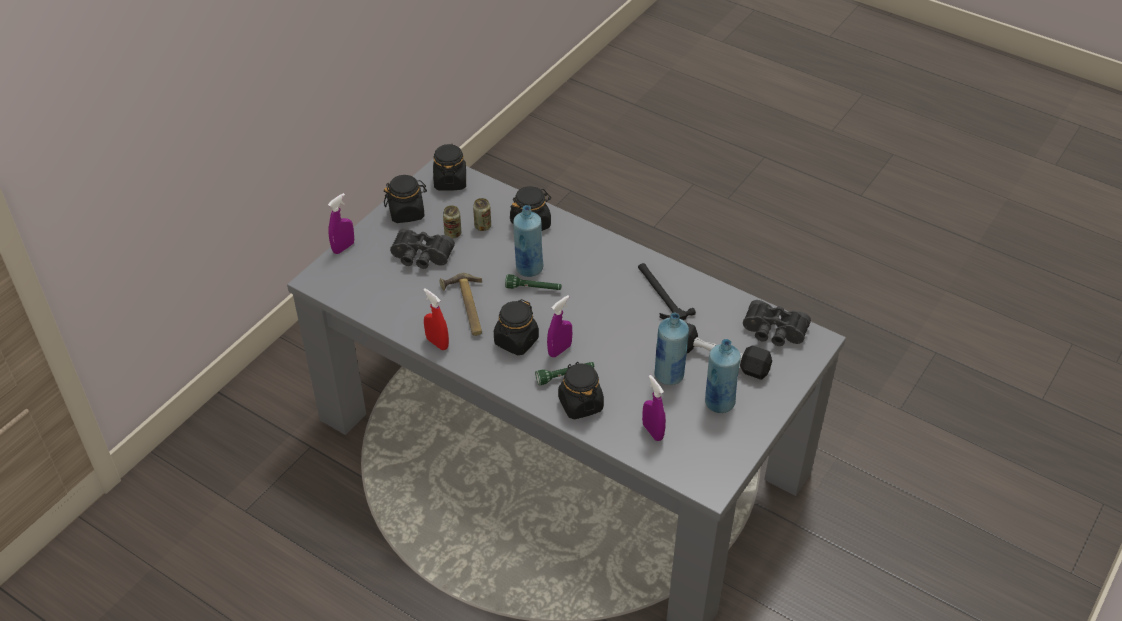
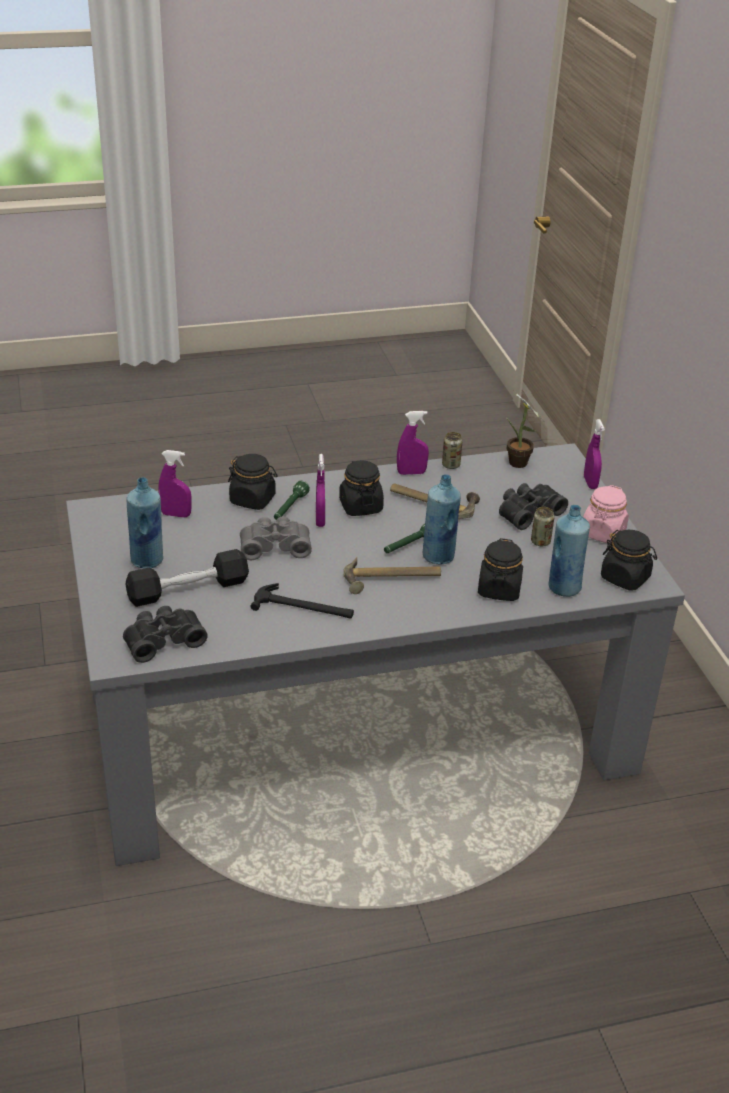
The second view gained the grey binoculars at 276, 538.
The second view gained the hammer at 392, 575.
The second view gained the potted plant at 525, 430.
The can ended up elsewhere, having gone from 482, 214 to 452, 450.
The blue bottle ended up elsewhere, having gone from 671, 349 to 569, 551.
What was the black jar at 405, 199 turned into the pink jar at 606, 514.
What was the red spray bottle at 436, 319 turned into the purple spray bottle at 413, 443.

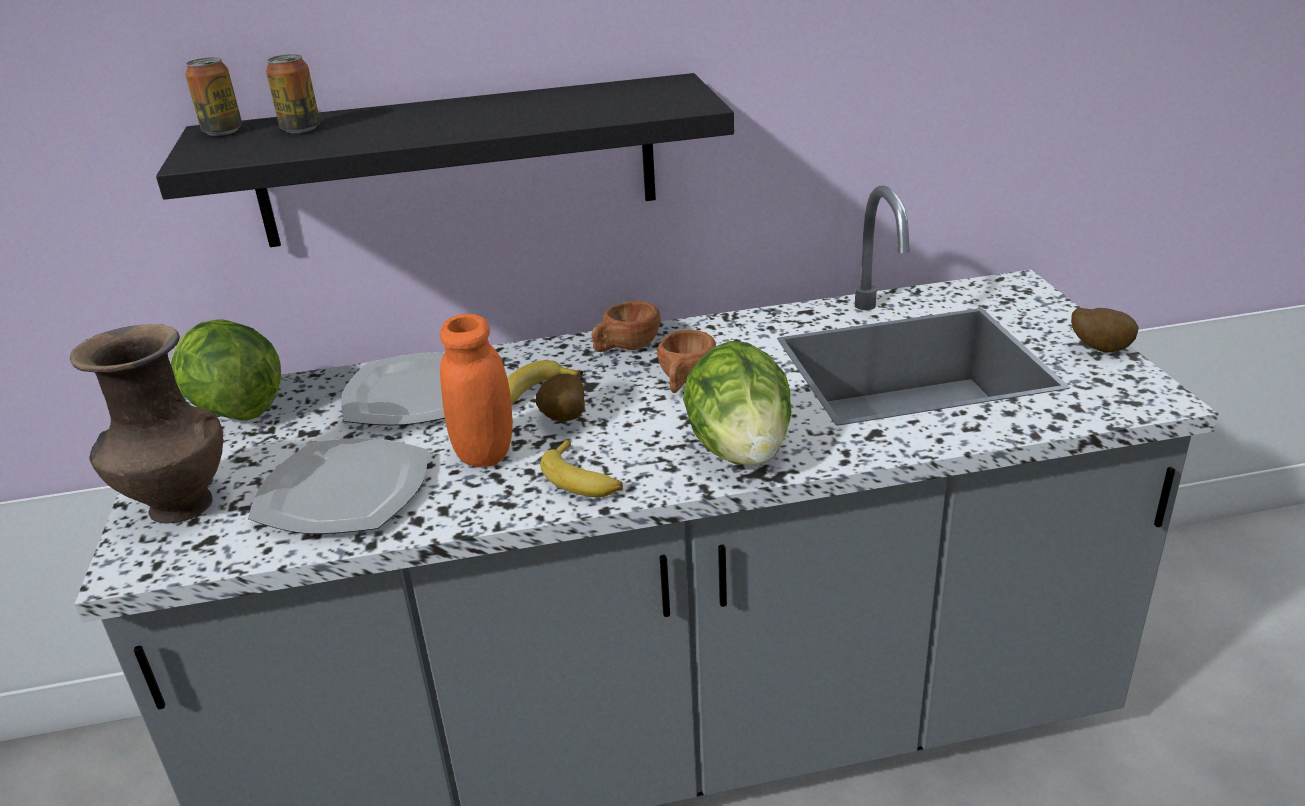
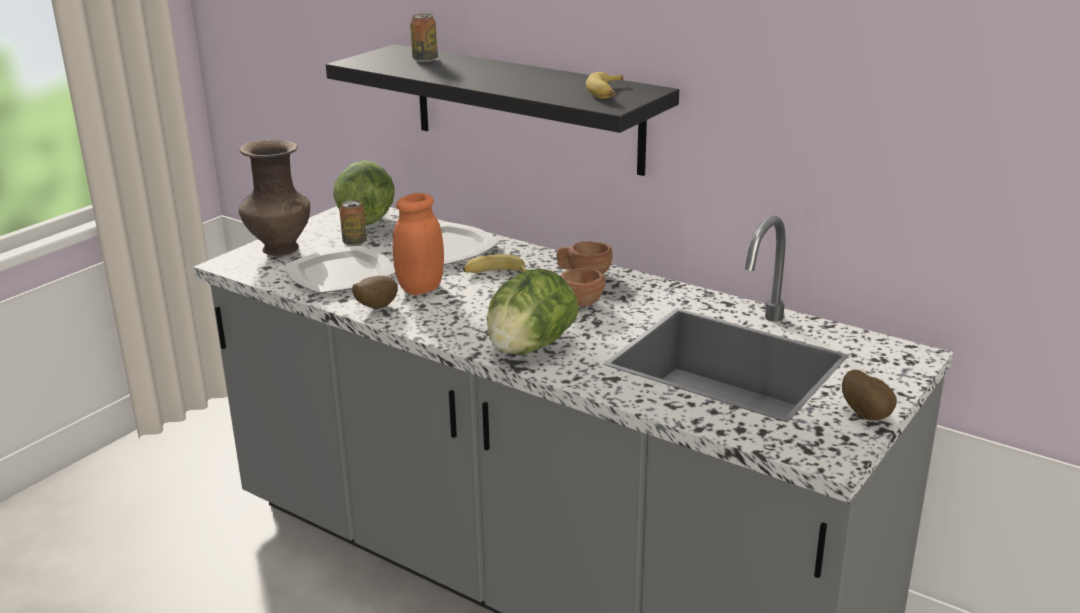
The can ended up elsewhere, having gone from 213, 96 to 353, 223.
The potato ended up elsewhere, having gone from 560, 397 to 375, 292.
The banana ended up elsewhere, having gone from 581, 468 to 604, 85.

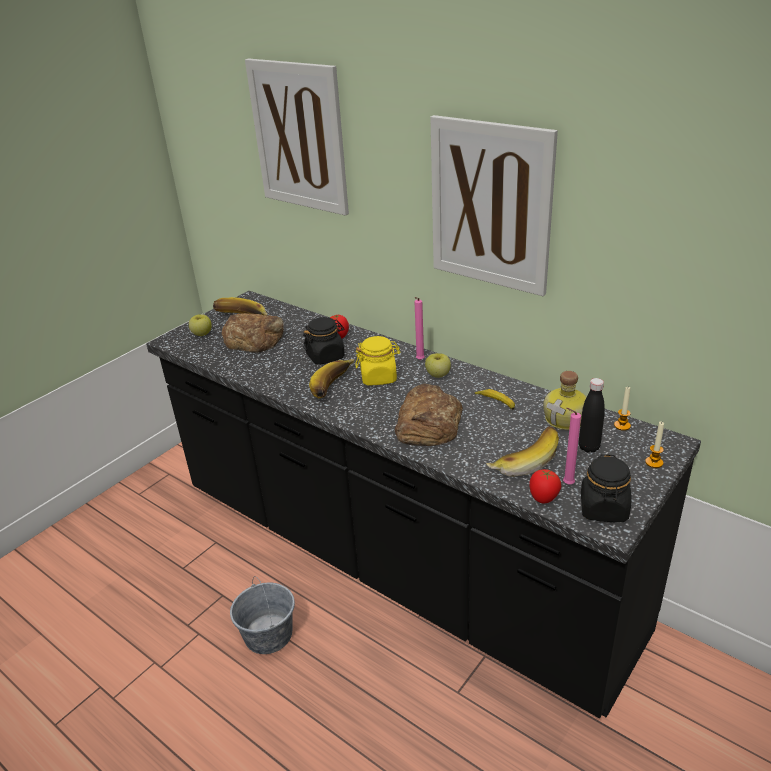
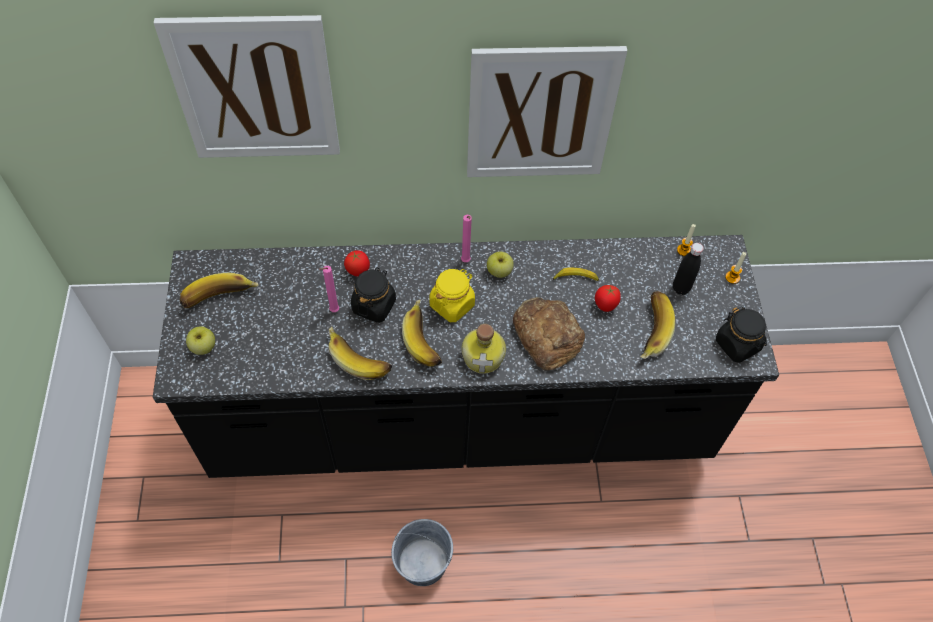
The second view lost the bread at 253, 333.
The second view gained the banana at 360, 353.
The tomato ended up elsewhere, having gone from 545, 486 to 608, 298.
The bottle ended up elsewhere, having gone from 564, 400 to 484, 349.
The pink candle ended up elsewhere, having gone from 572, 446 to 329, 289.

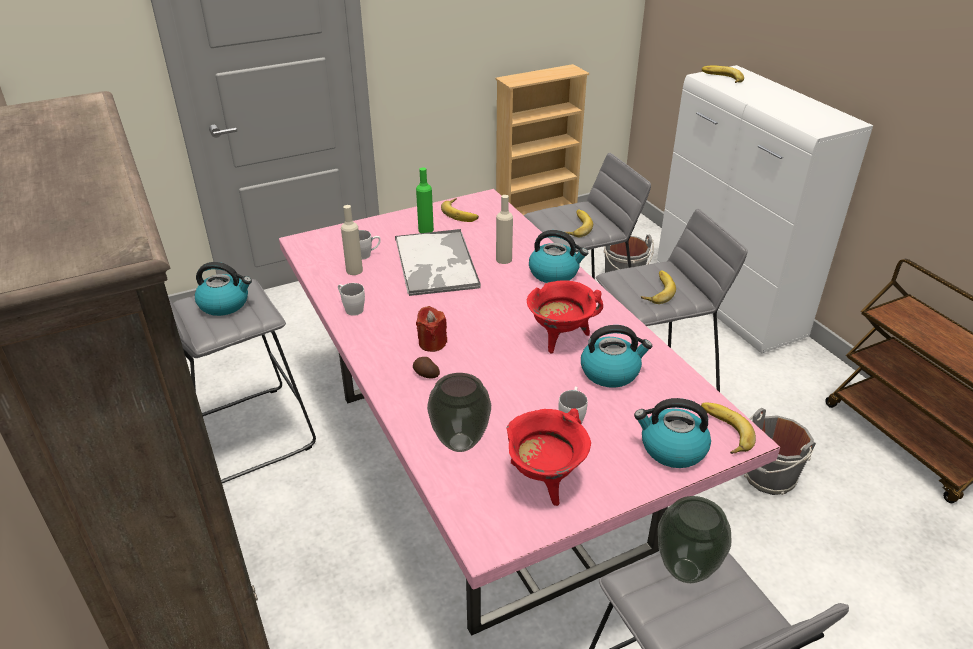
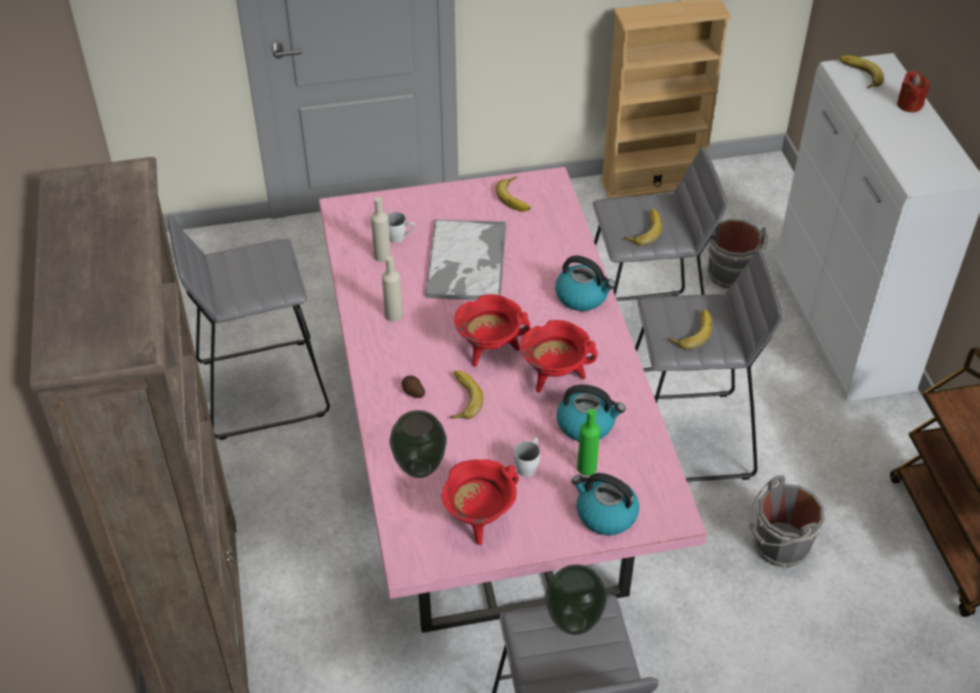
The second view lost the kettle at 223, 289.
The second view lost the white mug at 351, 299.
The second view gained the red cooking pot at 492, 330.
The green bottle ended up elsewhere, having gone from 425, 200 to 588, 442.
The red candle ended up elsewhere, having gone from 431, 329 to 913, 91.
The beige bottle ended up elsewhere, having gone from 504, 229 to 392, 289.
The banana ended up elsewhere, having gone from 728, 428 to 466, 394.

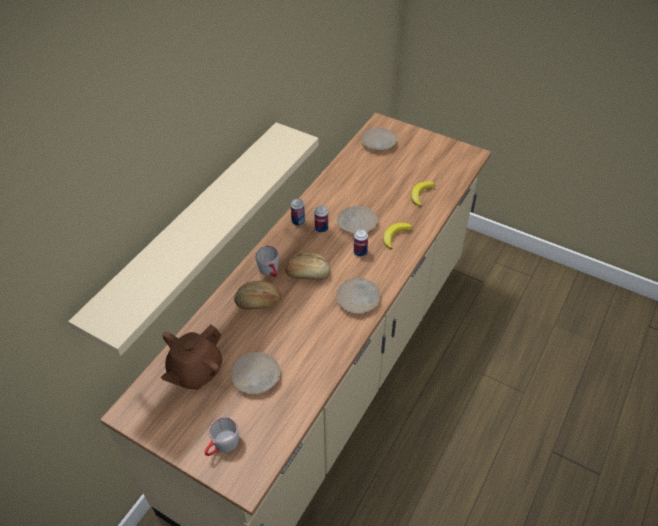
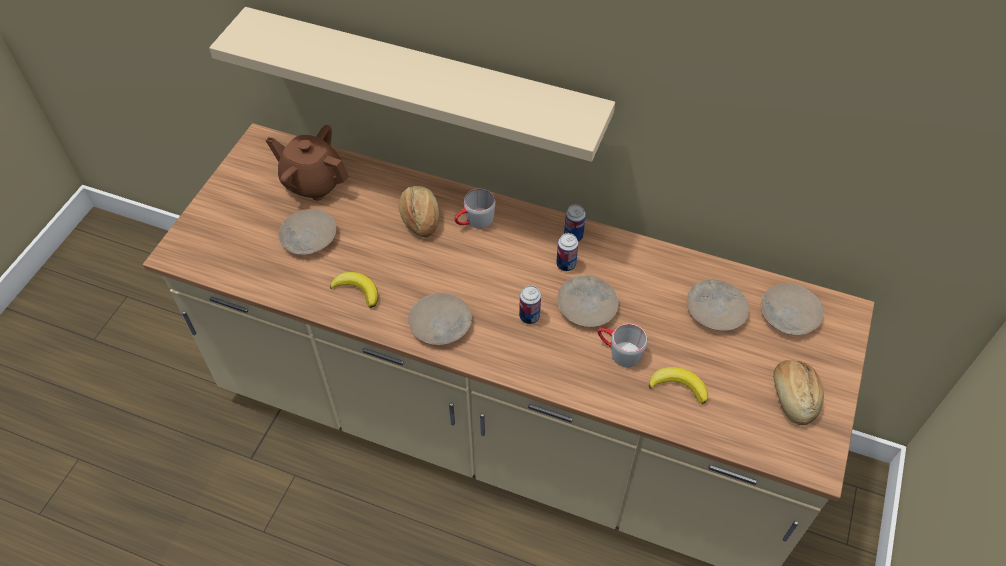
The second view gained the beige plate at 718, 305.
The grey mug ended up elsewhere, having gone from 222, 436 to 622, 345.
The bread ended up elsewhere, having gone from 308, 266 to 798, 393.
The banana ended up elsewhere, having gone from 397, 236 to 354, 290.

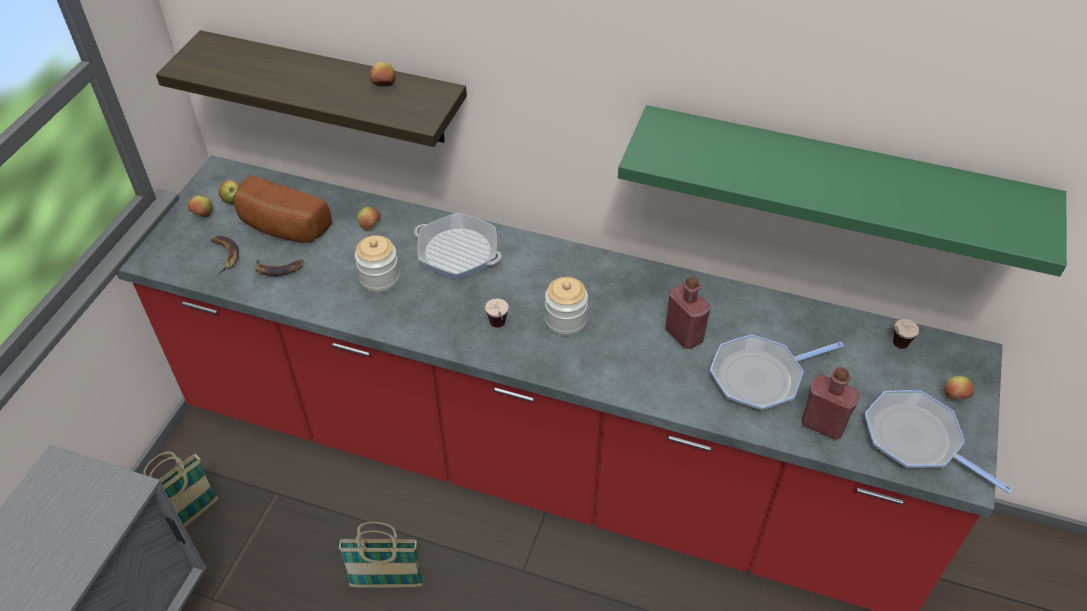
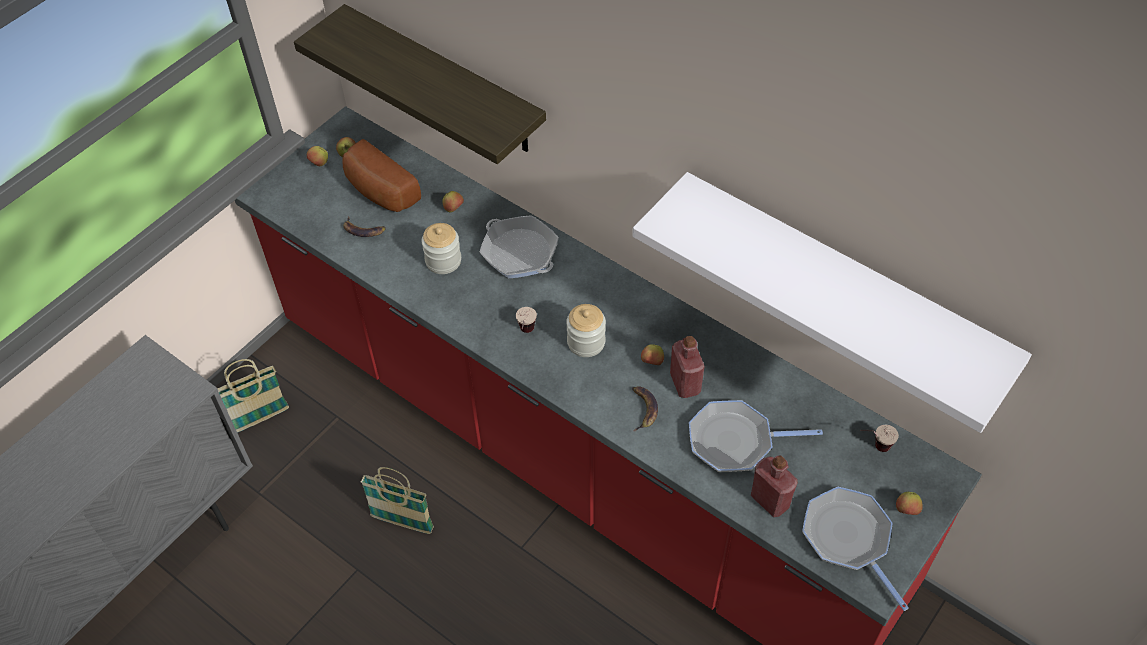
The banana ended up elsewhere, having gone from 225, 255 to 645, 408.
The apple ended up elsewhere, having gone from 383, 74 to 652, 354.
What was the green shelf at 842, 191 turned into the white shelf at 832, 302.

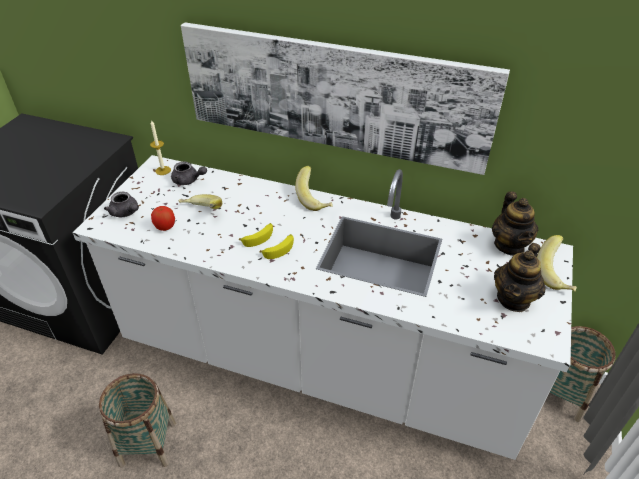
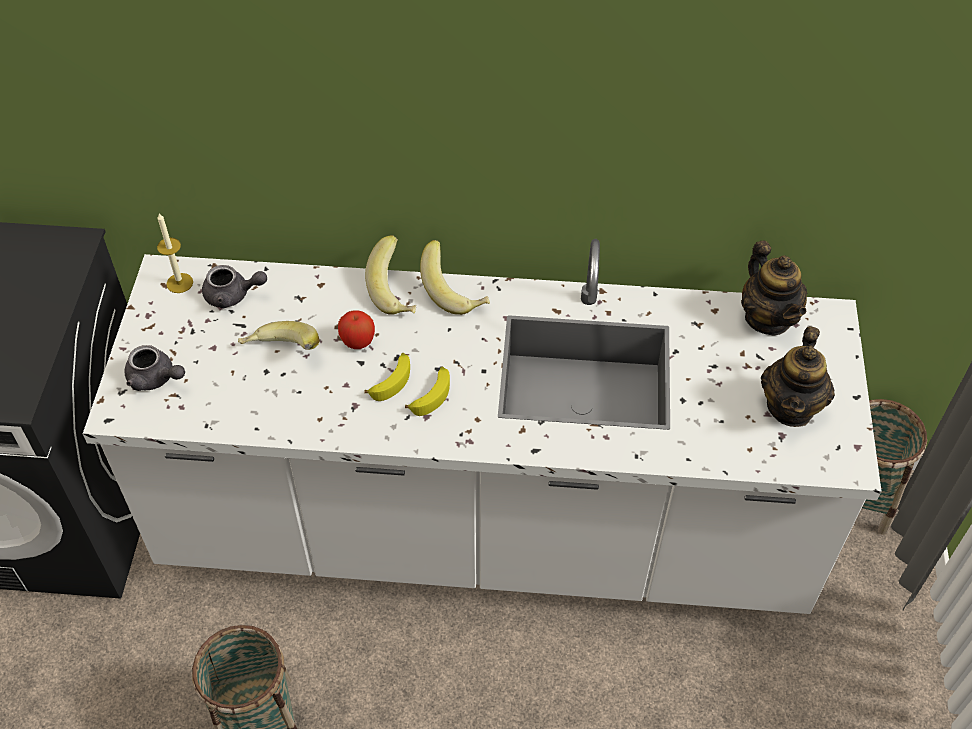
The second view lost the picture at 345, 98.
The apple ended up elsewhere, having gone from 163, 218 to 356, 329.
The banana ended up elsewhere, having gone from 557, 263 to 390, 275.

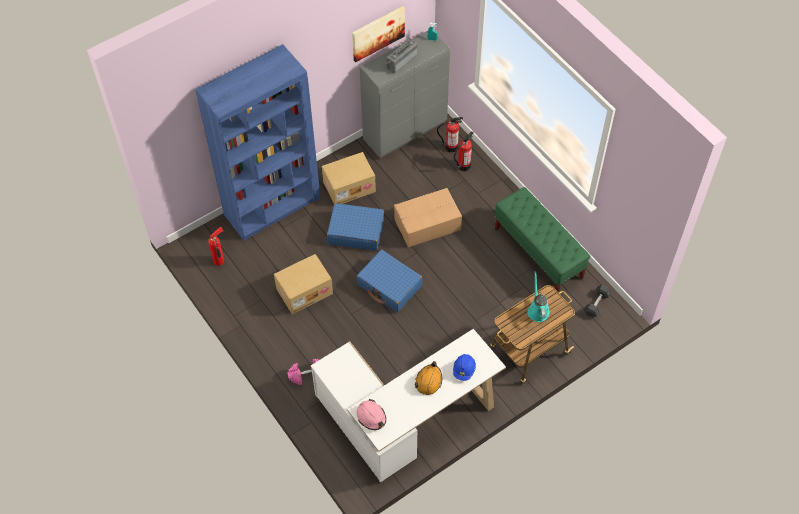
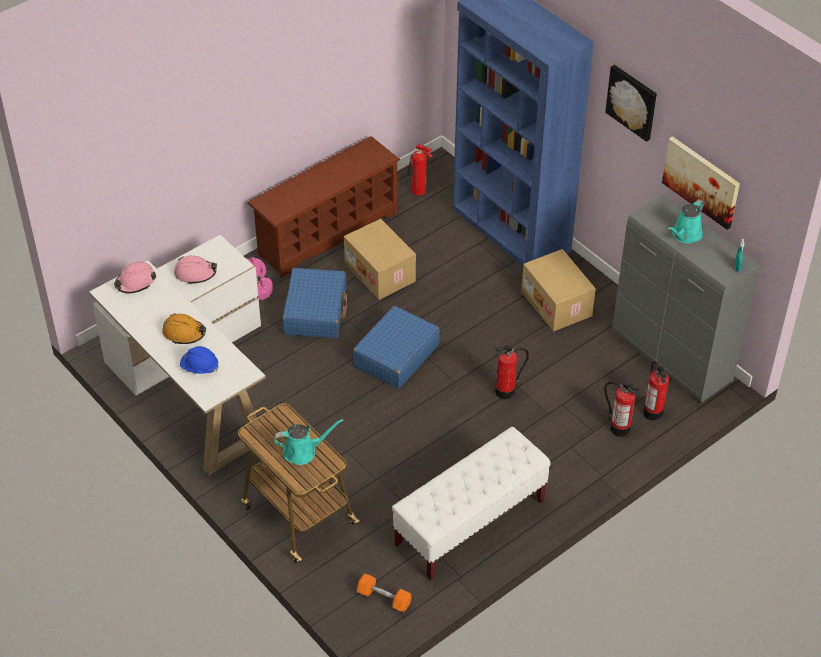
The second view gained the pink hard hat at 195, 269.
The second view gained the brown shoe rack at 323, 207.
The second view gained the picture at 631, 103.
The blue suitcase ended up elsewhere, having gone from 355, 226 to 314, 303.
Where the radio stood at 401, 55, the turquoise watering can came to stand at 686, 221.
Where the cardboard box stood at 428, 217, the fire extinguisher came to stand at 512, 373.
What was the green bench at 542, 240 turned into the white bench at 471, 504.
What was the grey dumbbell at 597, 301 turned into the orange dumbbell at 384, 592.

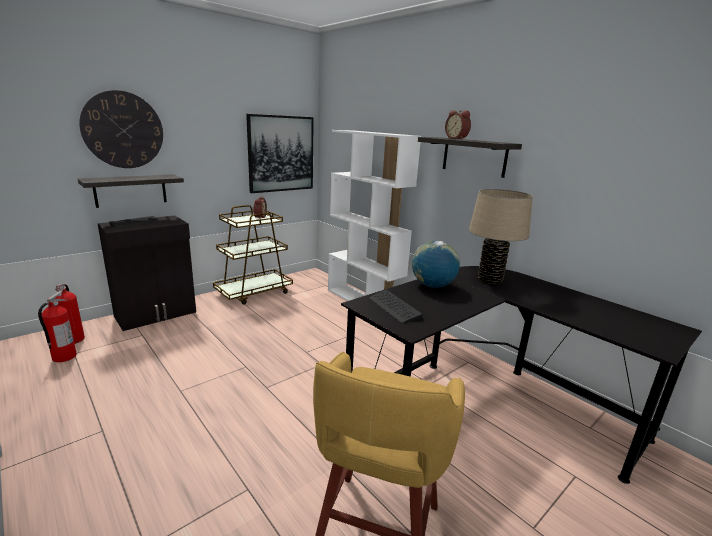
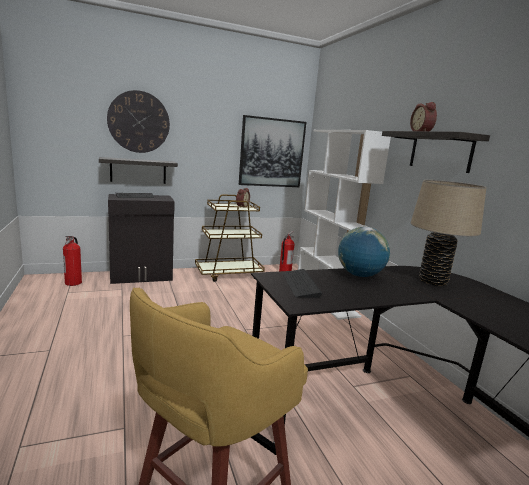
The fire extinguisher ended up elsewhere, having gone from 57, 326 to 287, 251.

